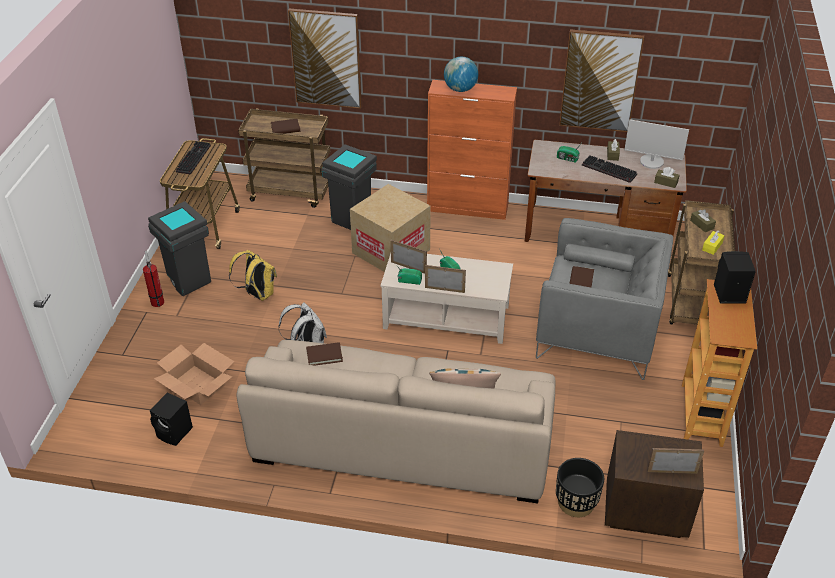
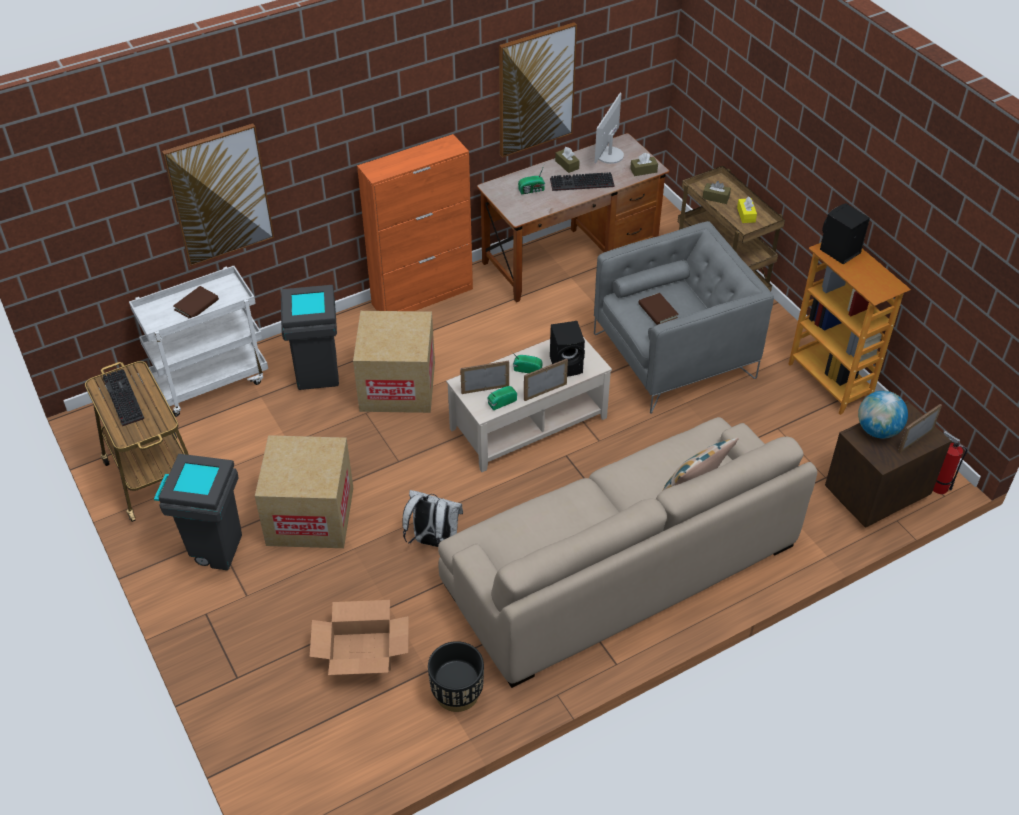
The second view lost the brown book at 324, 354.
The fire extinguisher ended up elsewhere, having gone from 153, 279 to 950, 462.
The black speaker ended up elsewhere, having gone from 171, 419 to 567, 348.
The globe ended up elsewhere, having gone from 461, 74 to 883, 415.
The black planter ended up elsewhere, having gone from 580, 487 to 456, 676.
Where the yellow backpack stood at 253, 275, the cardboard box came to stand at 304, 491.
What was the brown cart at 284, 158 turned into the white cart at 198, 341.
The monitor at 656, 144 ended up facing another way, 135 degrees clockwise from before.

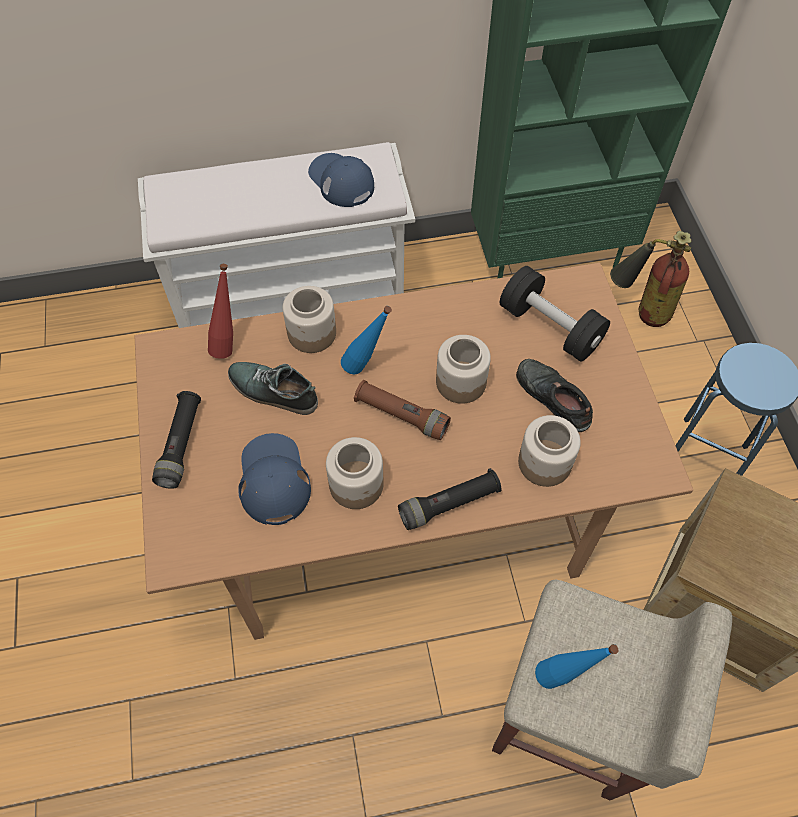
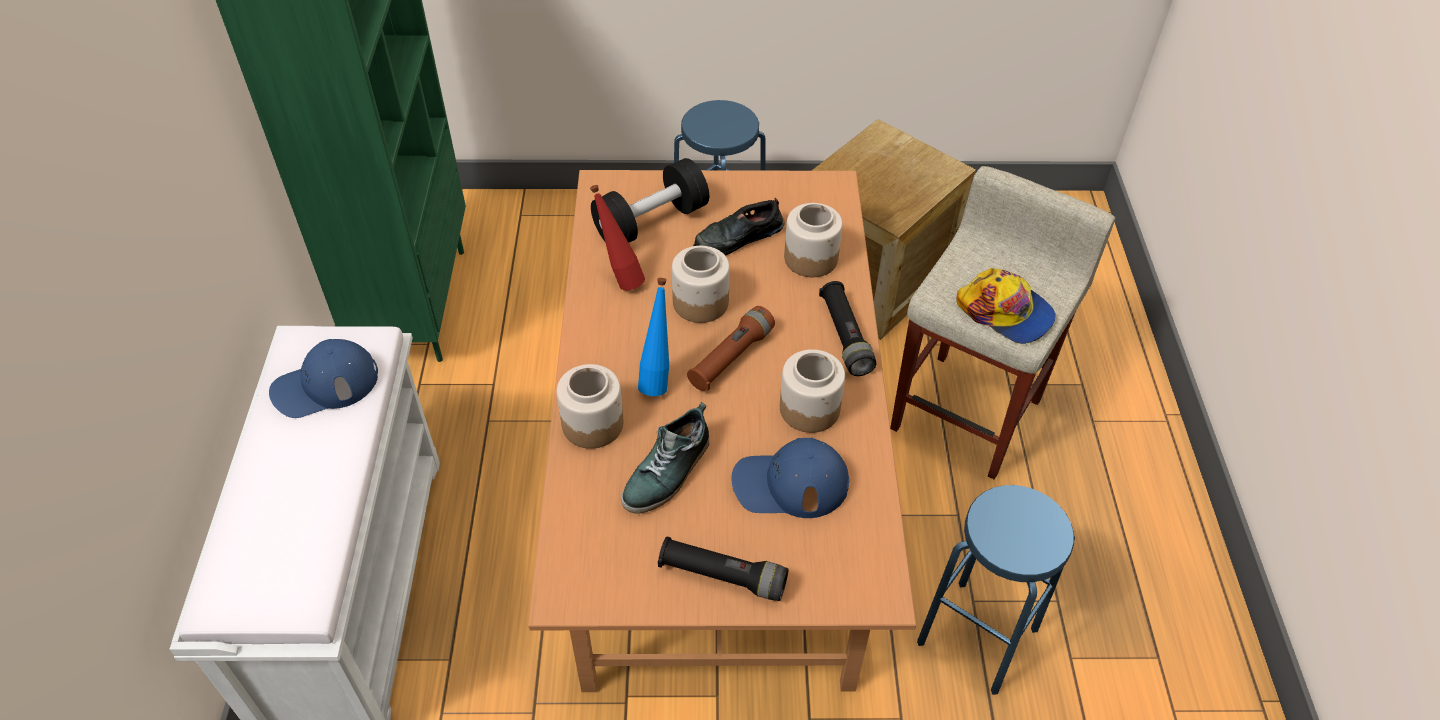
The second view lost the fire extinguisher at 651, 279.
The second view gained the blue stool at 996, 590.
The red bottle ended up elsewhere, having gone from 220, 311 to 617, 237.
Where the blue bottle stood at 576, 666, the cap came to stand at 1006, 306.

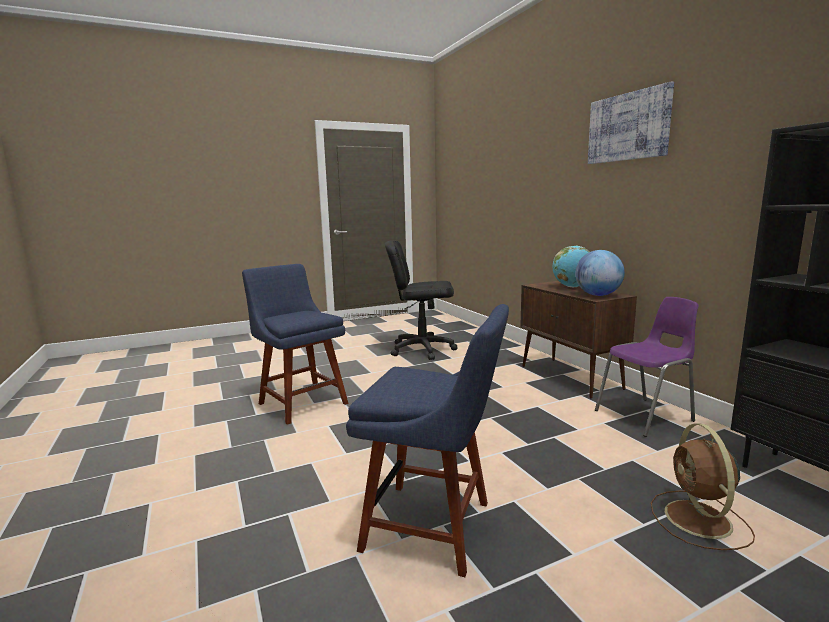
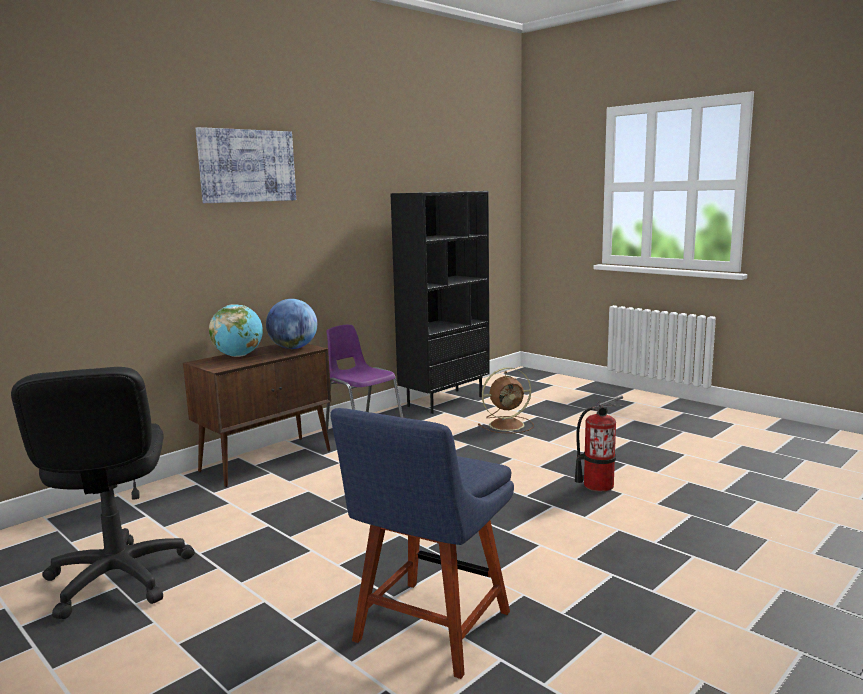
Where the blue chair stood at 427, 440, the fire extinguisher came to stand at 599, 443.

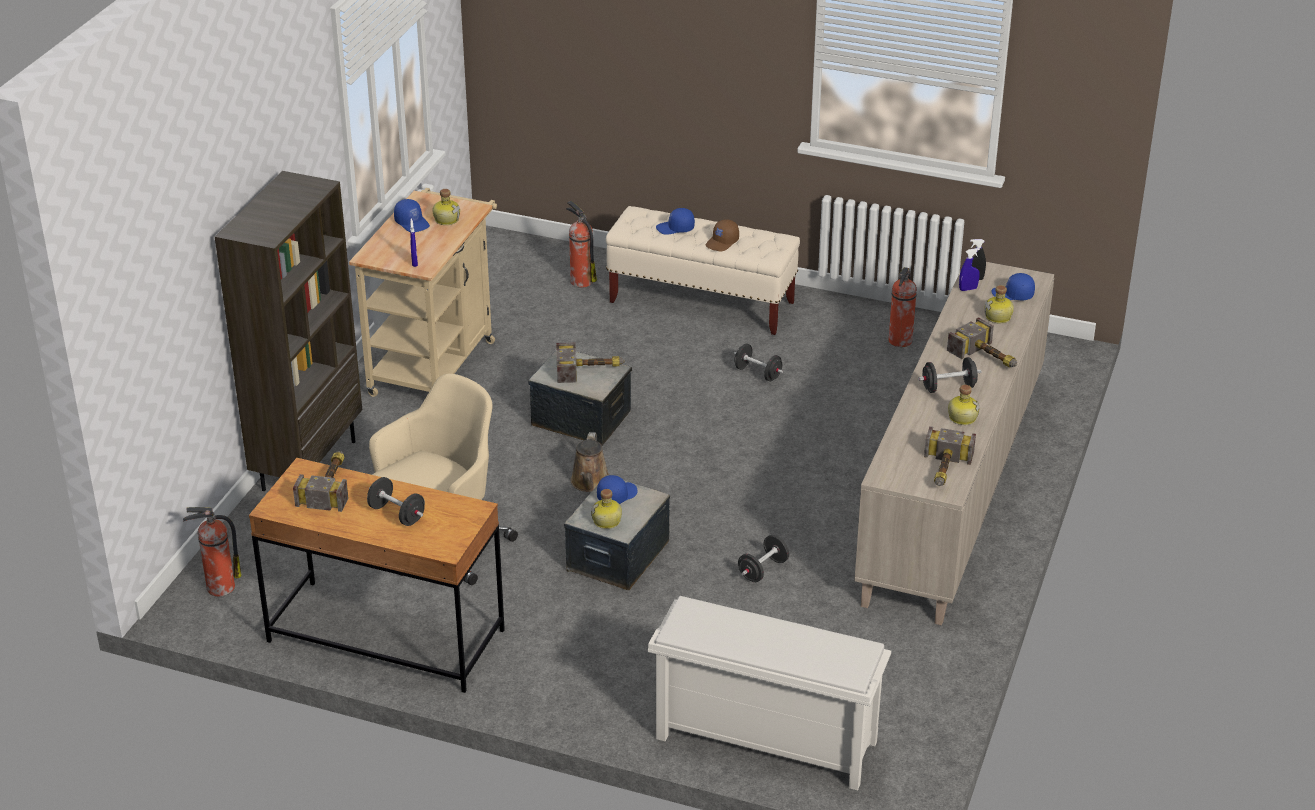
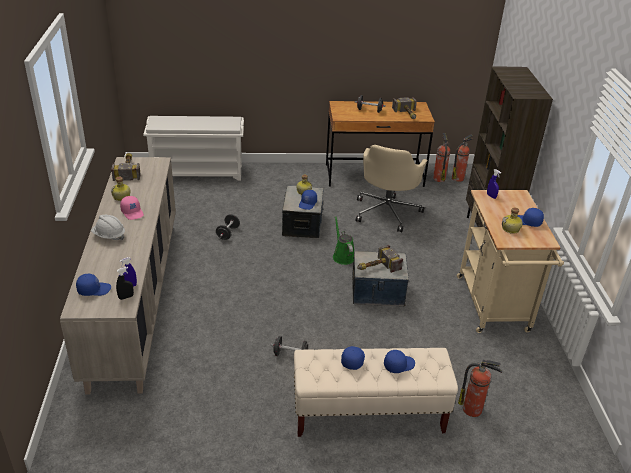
The second view lost the bottle at 999, 304.
The fire extinguisher ended up elsewhere, having gone from 903, 307 to 441, 157.
Where the black dumbbell stood at 950, 375, the pink cap came to stand at 132, 208.
Where the hammer stood at 982, 342, the white hard hat came to stand at 108, 227.
What was the brown watering can at 590, 462 turned into the green watering can at 343, 240.
What was the brown cap at 722, 235 turned into the blue cap at 353, 358.

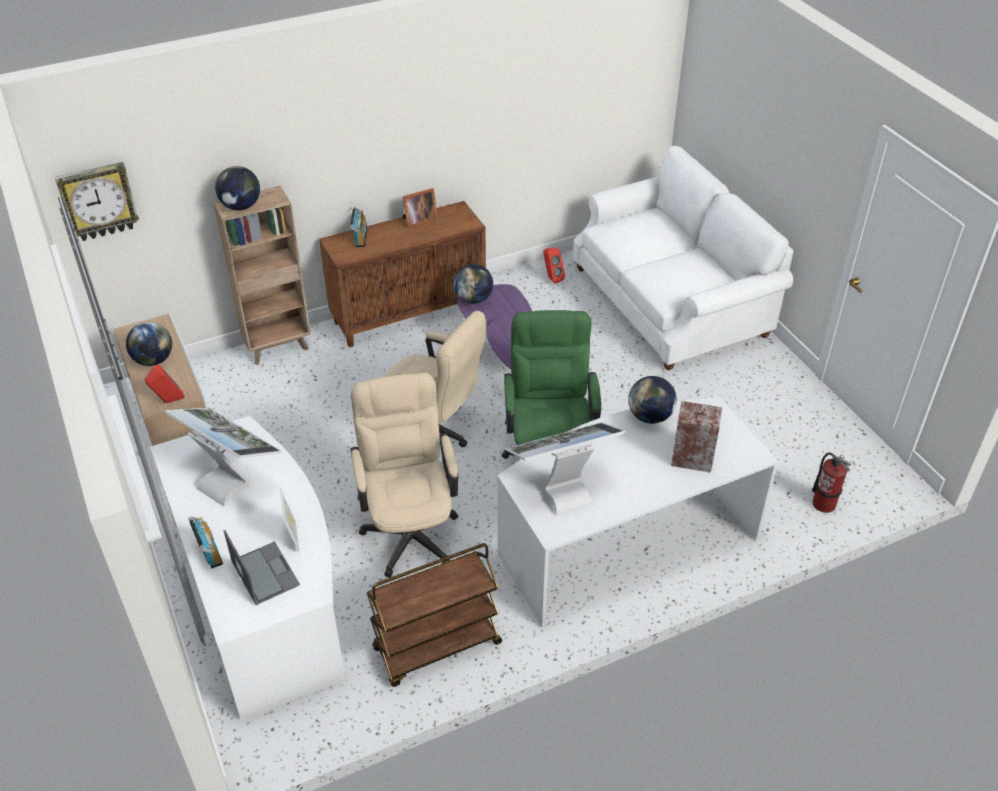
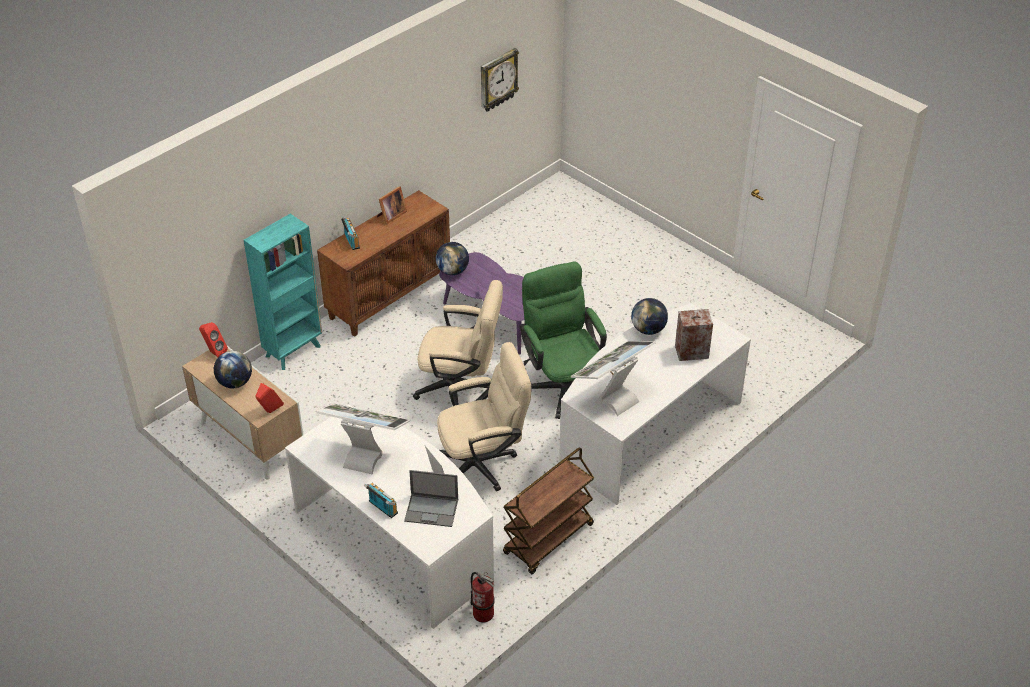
The second view lost the globe at 237, 188.
The second view lost the white sofa at 683, 258.
The wall clock ended up elsewhere, having gone from 97, 201 to 500, 80.
The red speaker ended up elsewhere, having gone from 554, 265 to 213, 339.
The fire extinguisher ended up elsewhere, having gone from 831, 483 to 483, 597.
What was the brown bookcase at 262, 275 turned into the turquoise bookcase at 283, 292.
The laptop at 262, 567 ended up facing another way, 150 degrees clockwise from before.
The beige office chair at 404, 475 ended up facing another way, 105 degrees clockwise from before.

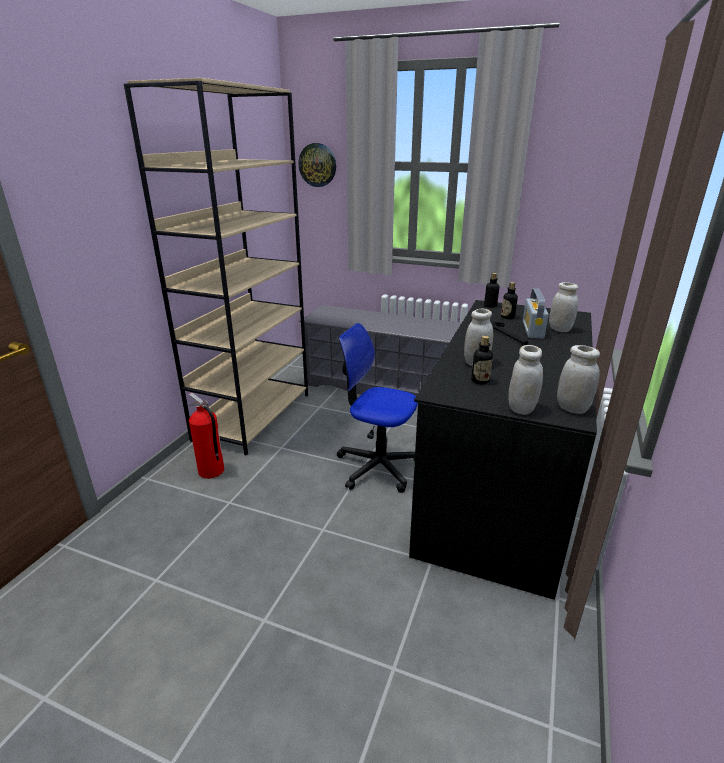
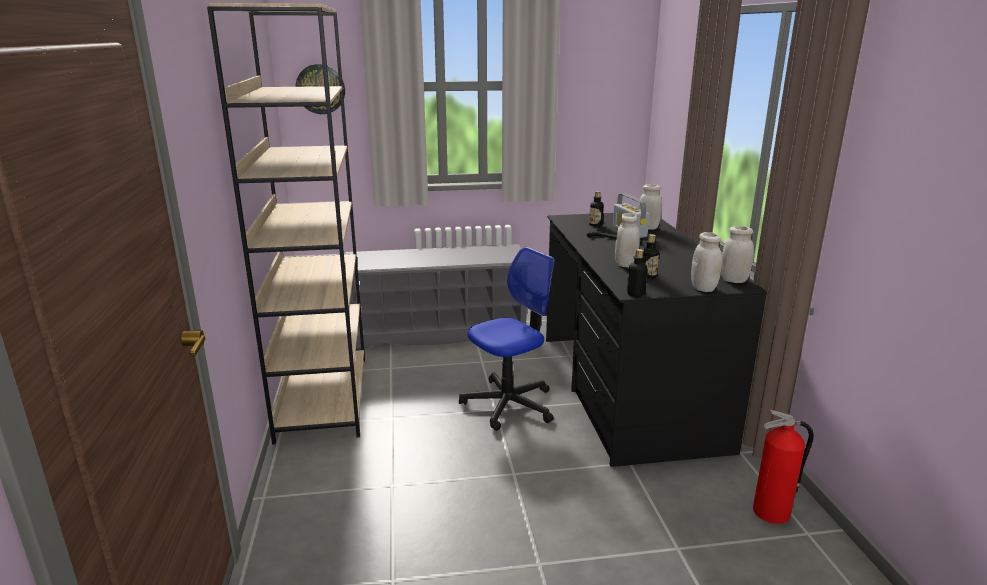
The fire extinguisher ended up elsewhere, having gone from 206, 436 to 783, 467.
The bottle ended up elsewhere, having gone from 491, 290 to 637, 273.
The office chair at 377, 408 ended up facing another way, 150 degrees clockwise from before.

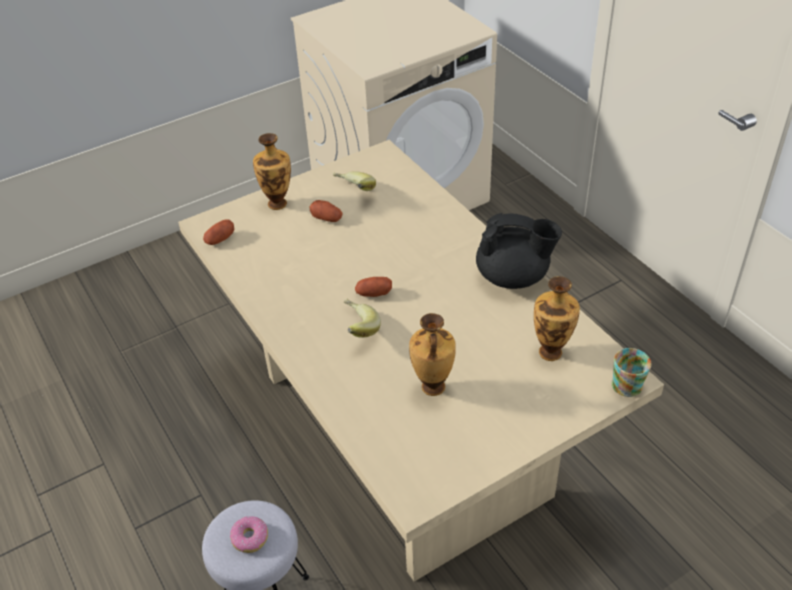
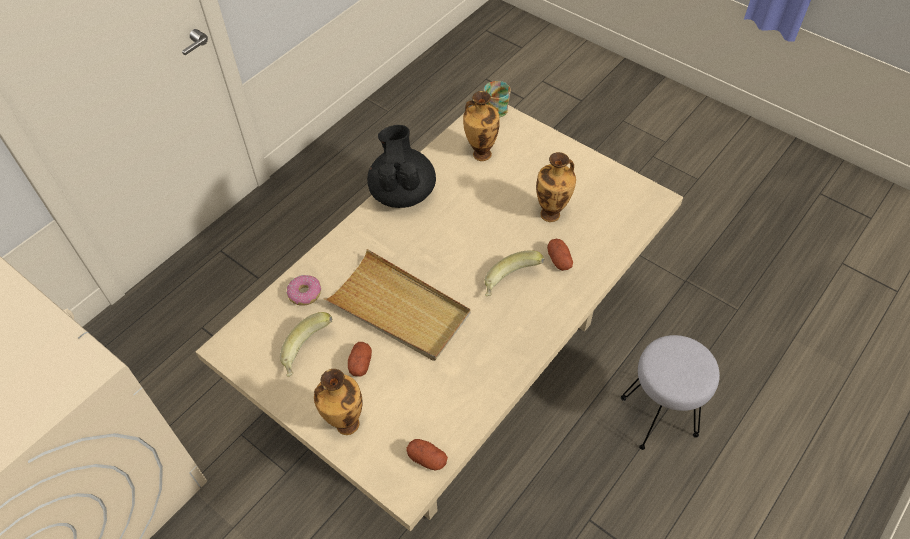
The second view gained the beige tray at 397, 305.
The donut ended up elsewhere, having gone from 249, 534 to 304, 290.
The potato ended up elsewhere, having gone from 373, 287 to 560, 255.

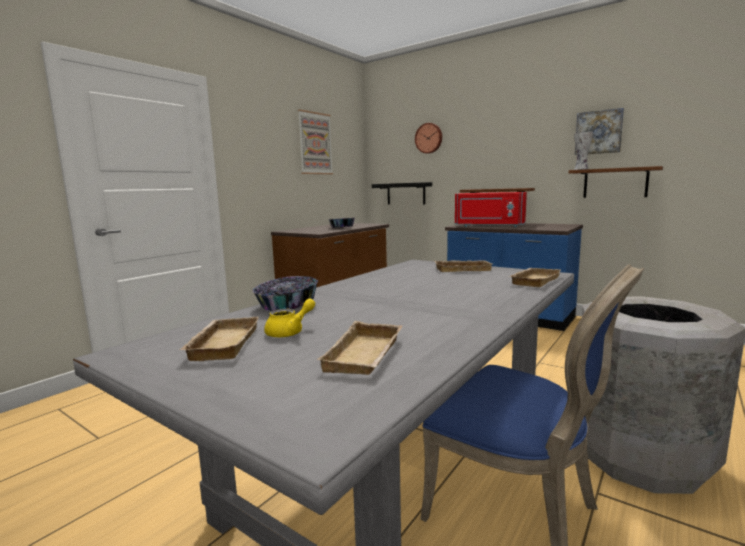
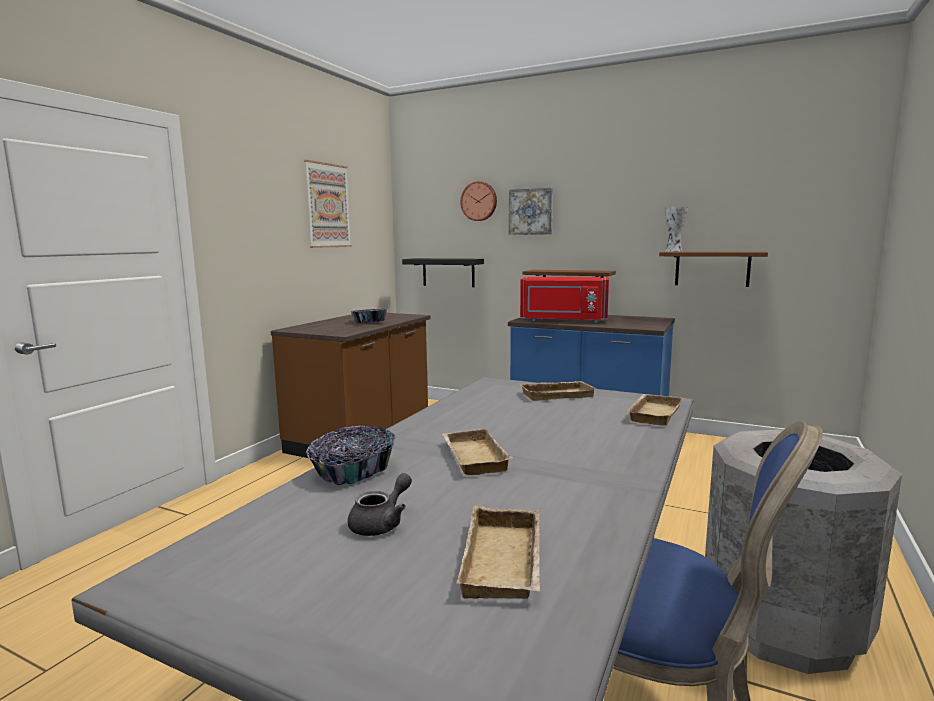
The beige tray ended up elsewhere, having gone from 219, 339 to 477, 451.
The picture ended up elsewhere, having gone from 599, 131 to 531, 211.
What was the yellow teapot at 289, 318 turned into the grey teapot at 380, 504.

